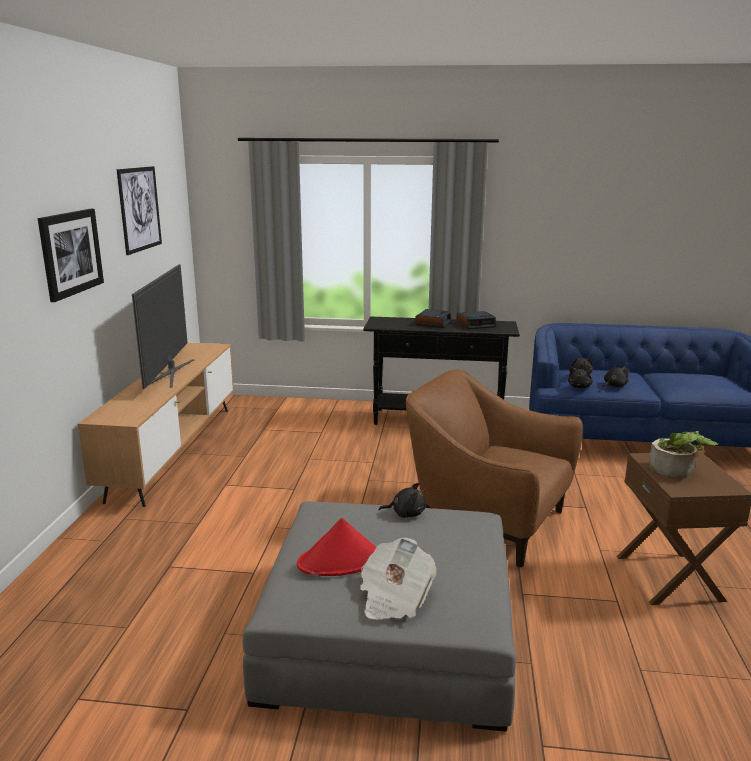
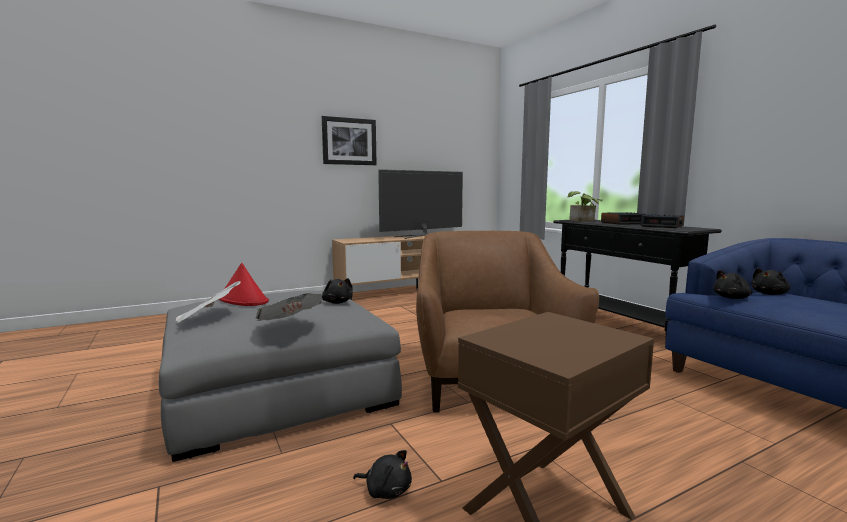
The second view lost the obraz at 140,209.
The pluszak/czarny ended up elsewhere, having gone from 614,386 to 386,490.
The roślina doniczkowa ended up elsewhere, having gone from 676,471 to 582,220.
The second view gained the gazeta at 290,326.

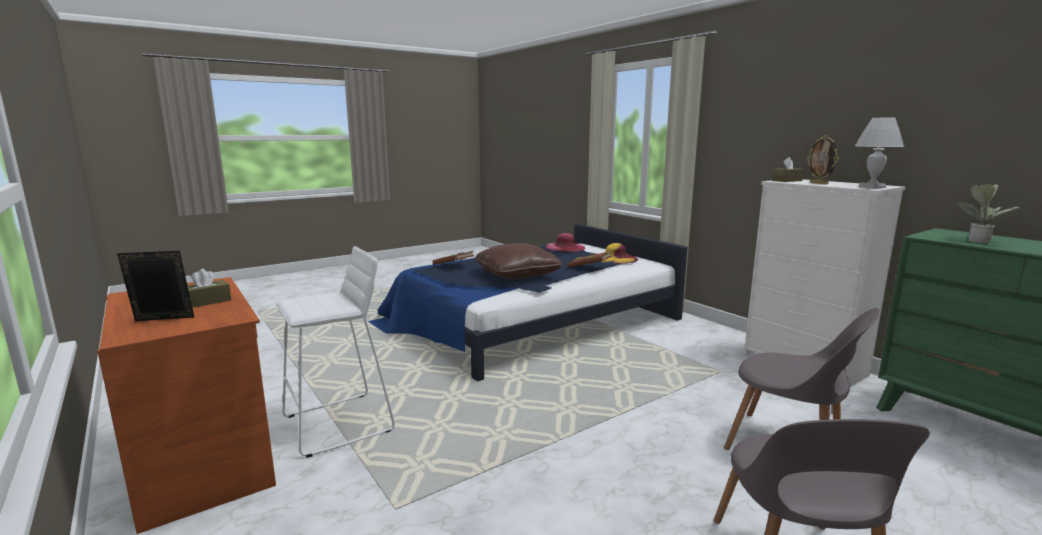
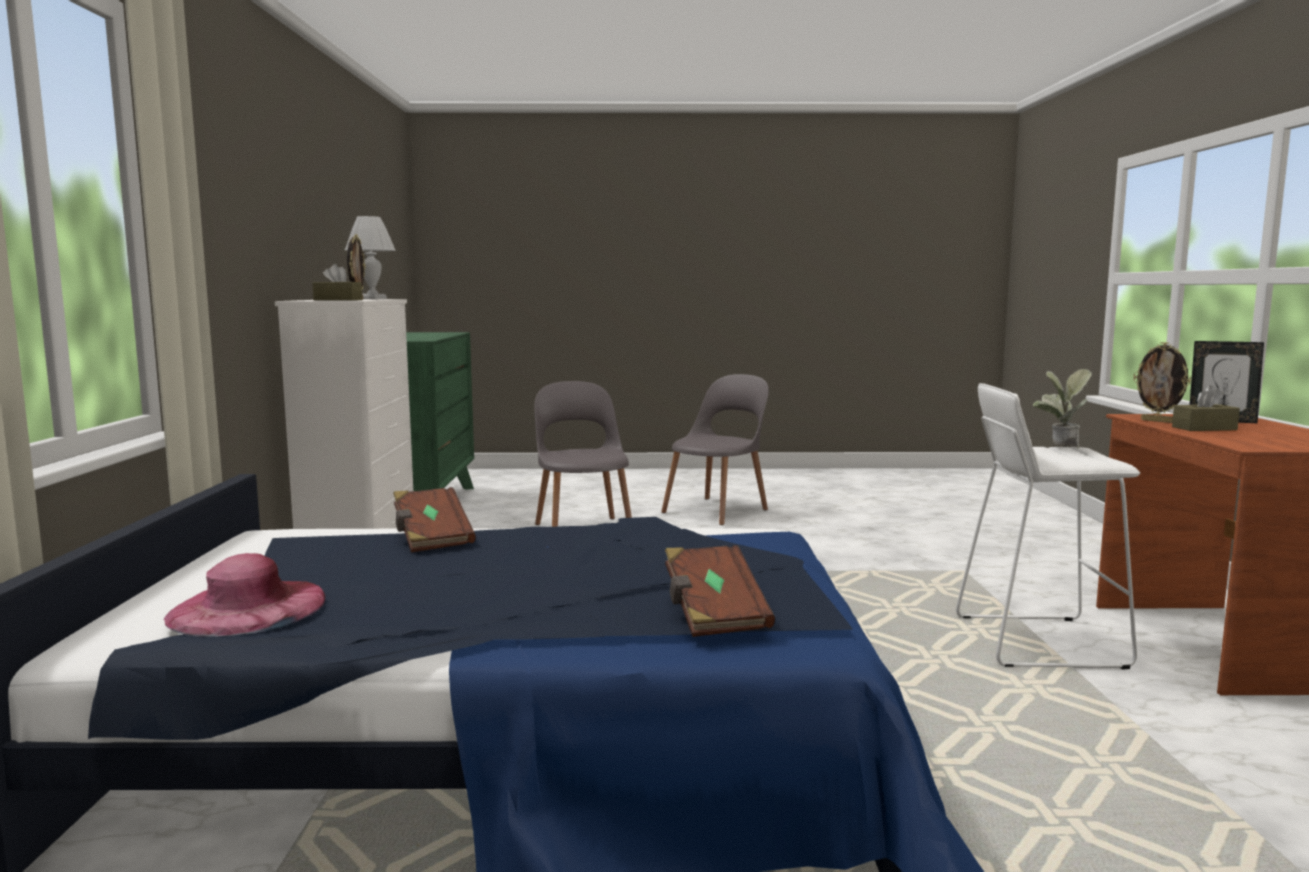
The second view lost the poduszka/brązowy at 517,275.
The second view lost the kapelusz/żółty at 615,258.
The roślina doniczkowa ended up elsewhere, having gone from 979,240 to 1059,448.
The second view gained the ramka na zdjęcie at 1158,421.

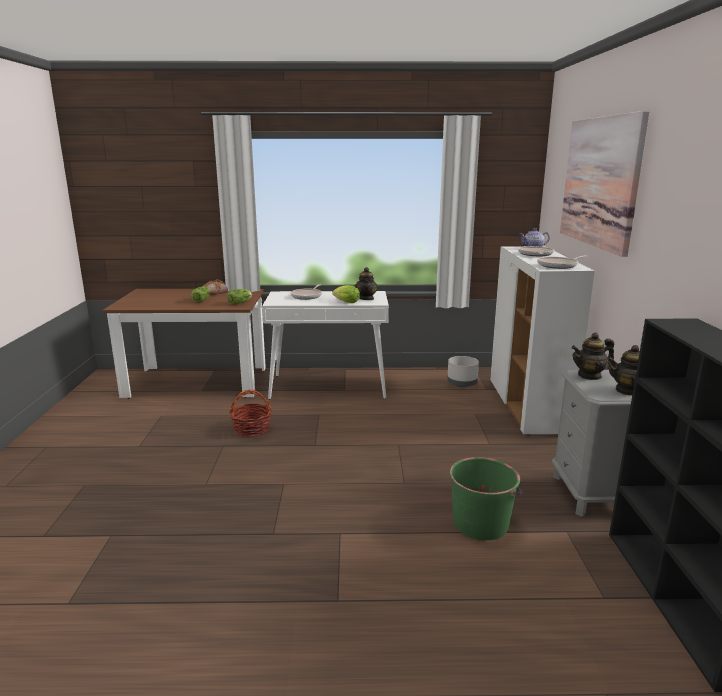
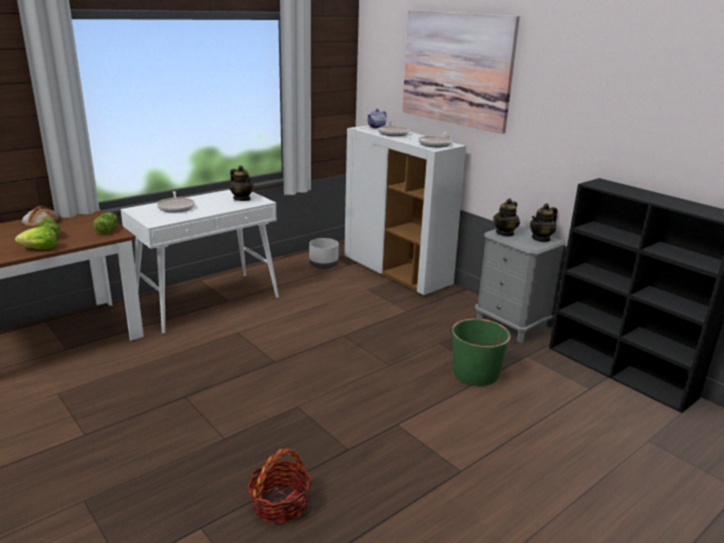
The koszyk ended up elsewhere, having gone from 252,429 to 280,504.
The sałata ended up elsewhere, having gone from 345,302 to 38,249.

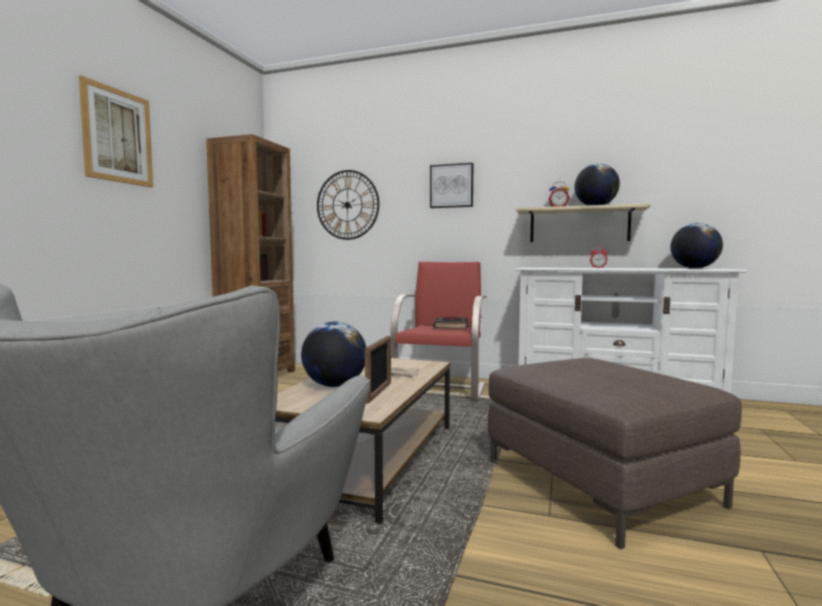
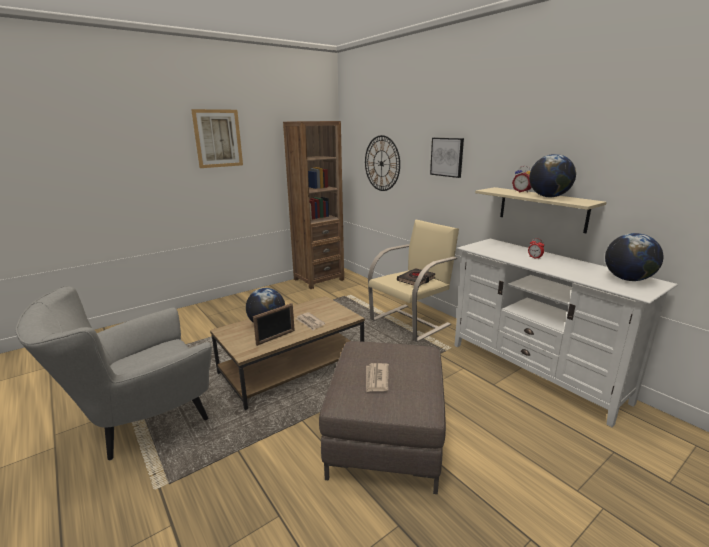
What was the fotel/czerwony at 441,389 turned into the fotel/beżowy at 411,322.
The second view gained the gazeta at 376,379.

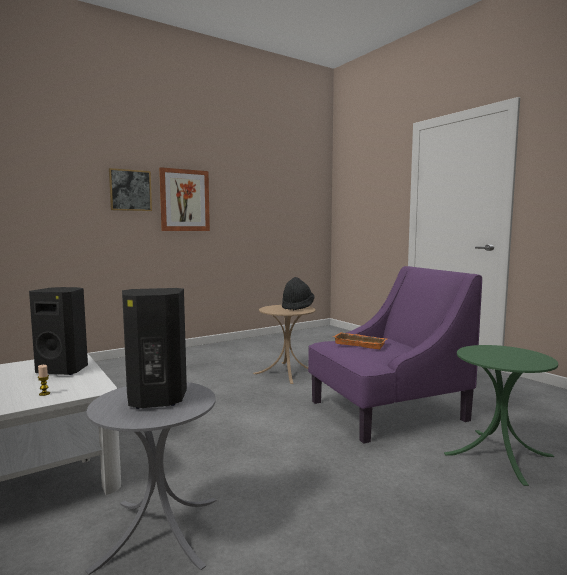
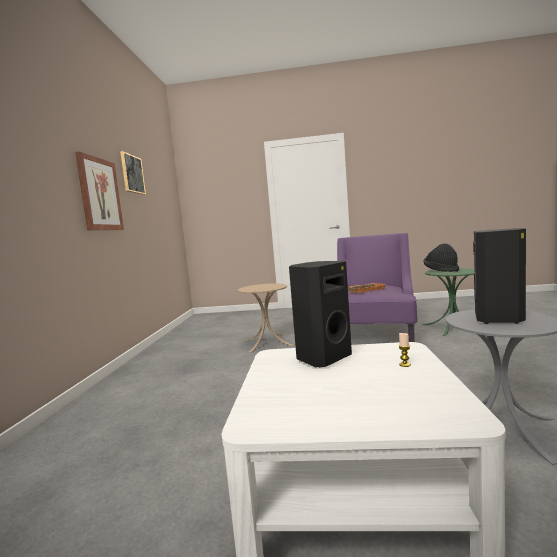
The obraz ended up elsewhere, having gone from 130,190 to 132,174.
The kapelusz/czarny ended up elsewhere, having gone from 297,307 to 441,270.

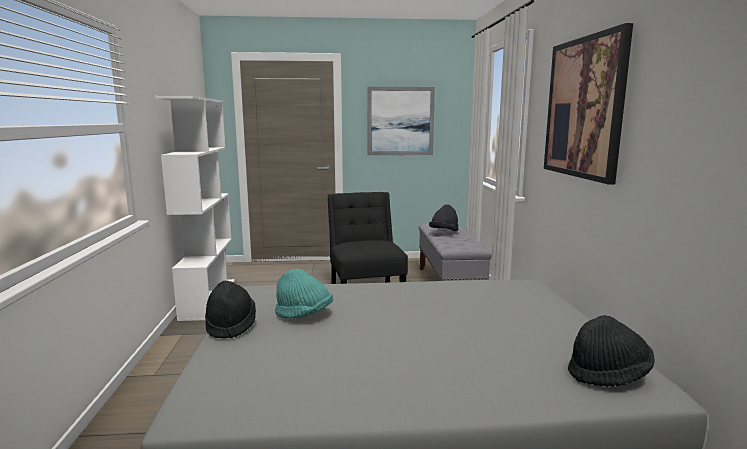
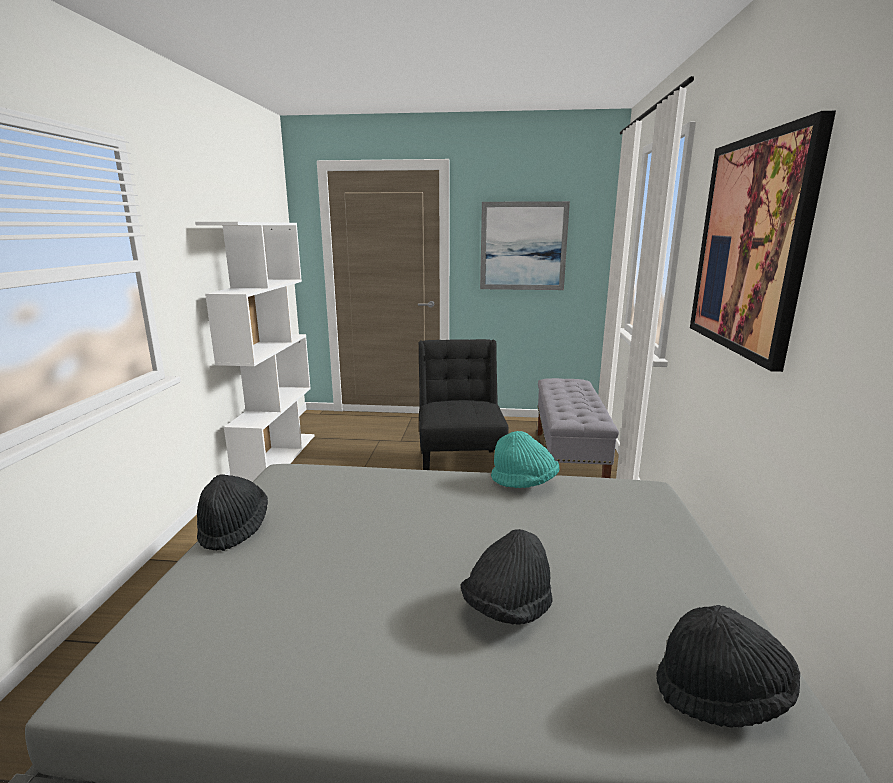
The kapelusz/turkusowy ended up elsewhere, having gone from 304,315 to 524,483.
The kapelusz/czarny ended up elsewhere, having gone from 444,232 to 507,608.

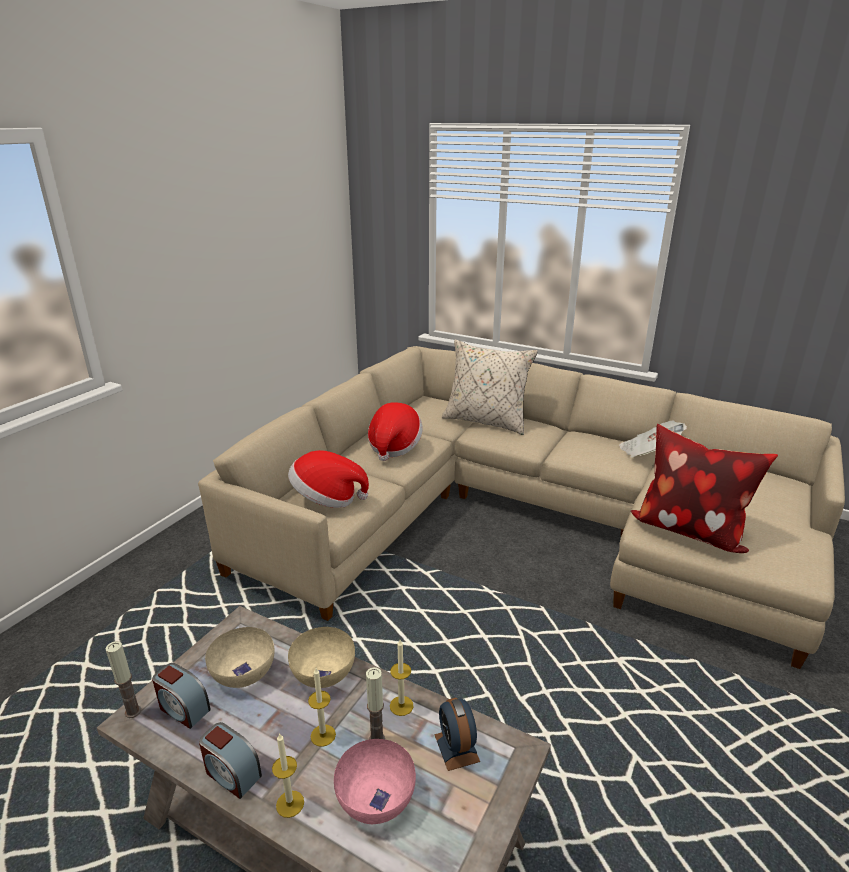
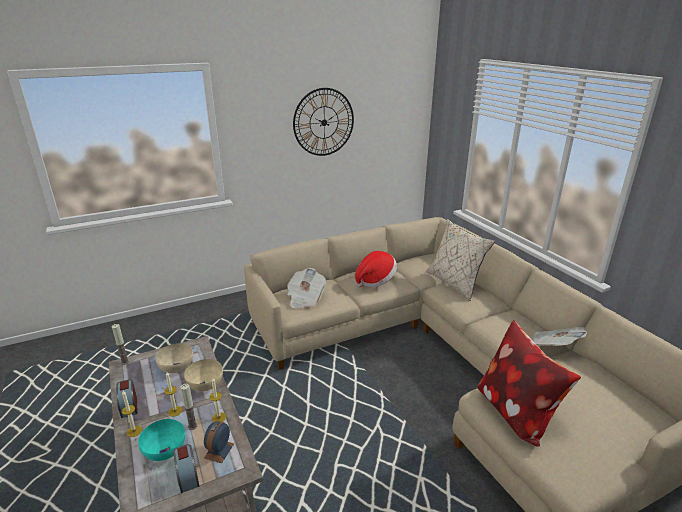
The budzik ended up elsewhere, having gone from 183,709 to 187,477.
Where the kapelusz stood at 327,499, the gazeta came to stand at 305,298.
What was the miska/różowy at 376,796 turned into the miska/turkusowy at 165,449.
The second view gained the zegar ścienny at 324,122.

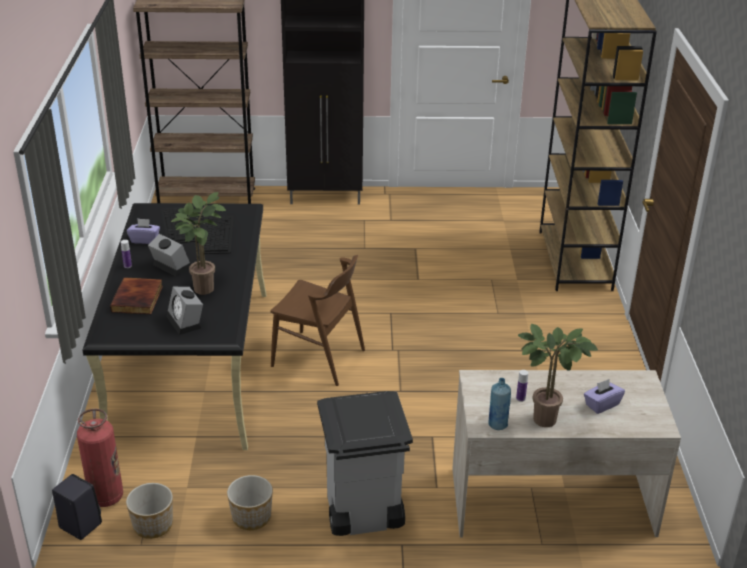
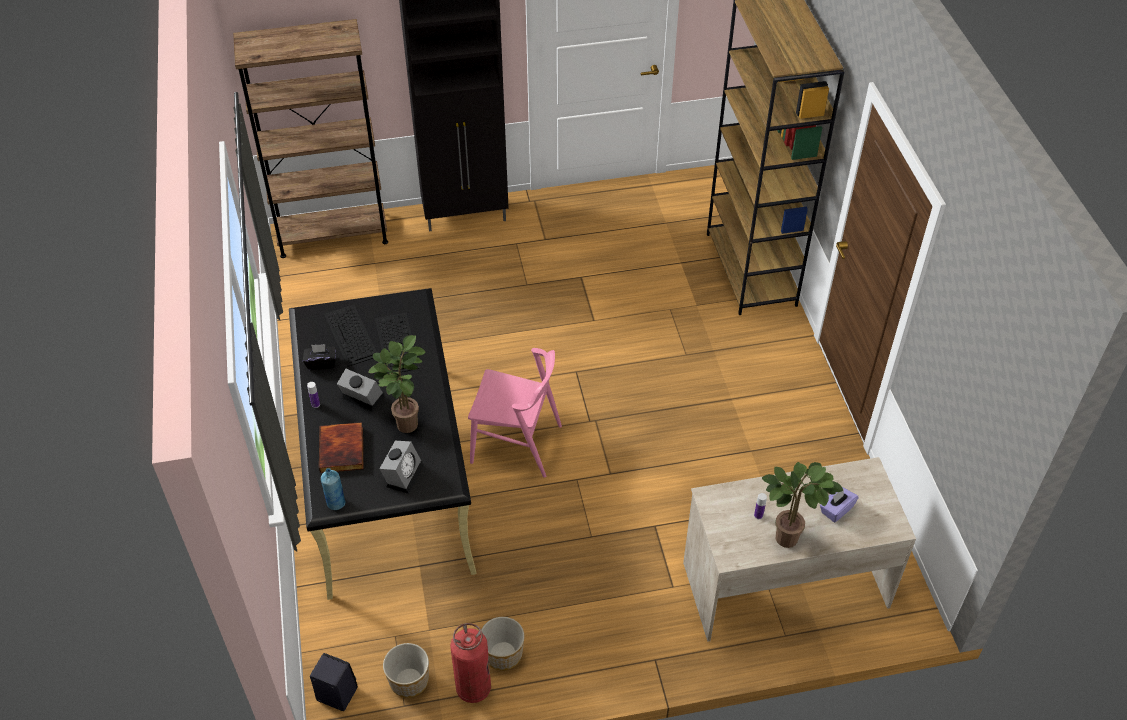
The gaśnica ended up elsewhere, having gone from 106,497 to 473,688.
What was the pudełko chusteczek/fioletowy at 145,240 turned into the pudełko chusteczek/czarny at 321,363.
The budzik at 186,322 ended up facing another way, 120 degrees counterclockwise from before.
What was the krzesło/brązowy at 318,358 turned into the krzesło/różowy at 516,444.
The second view lost the kosz na śmieci/szary at 362,514.
The butelka/niebieski ended up elsewhere, having gone from 497,424 to 336,503.

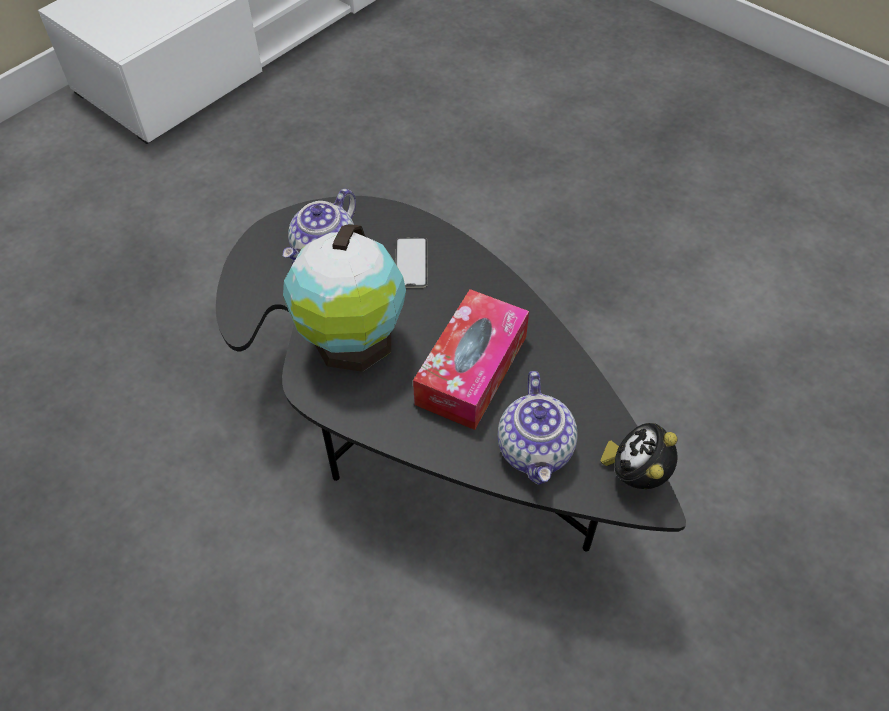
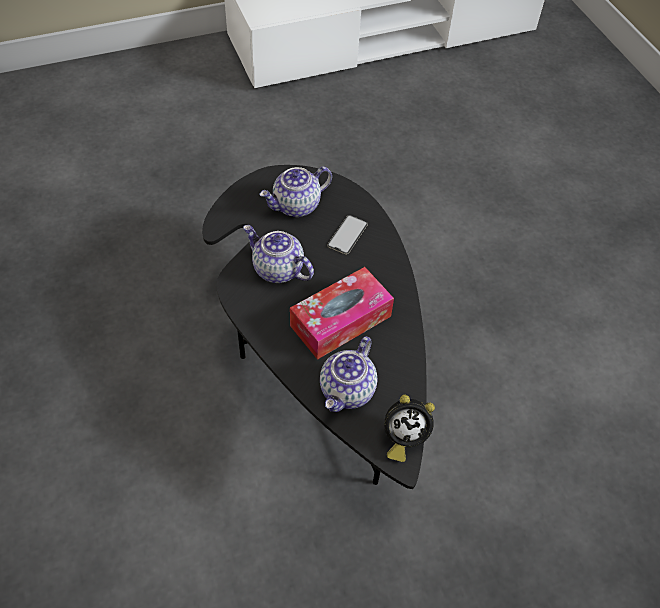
Where the globus stood at 353,343, the imbryk came to stand at 277,269.
The budzik at 635,474 ended up facing another way, 135 degrees counterclockwise from before.

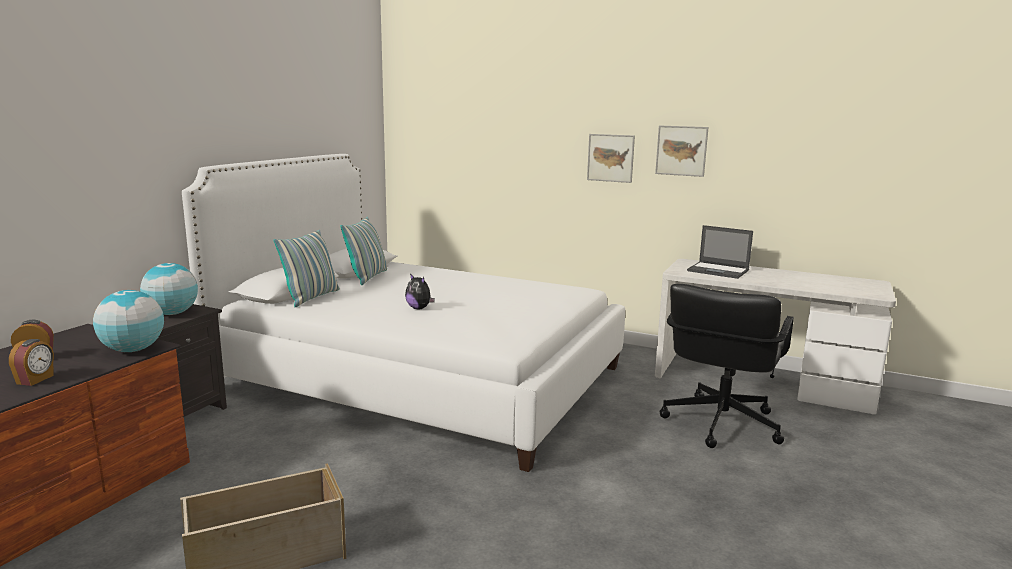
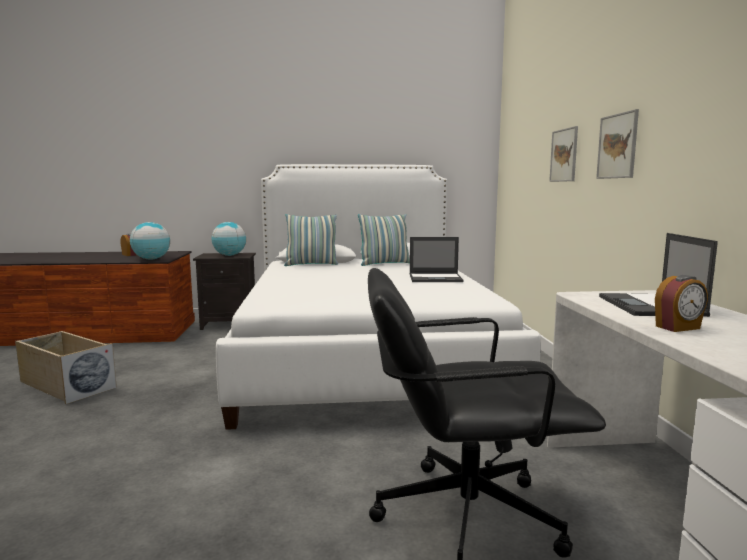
The budzik ended up elsewhere, having gone from 35,379 to 678,328.
The second view lost the pluszak at 419,308.
The obraz ended up elsewhere, having gone from 681,150 to 564,155.
The second view gained the laptop at 436,278.

